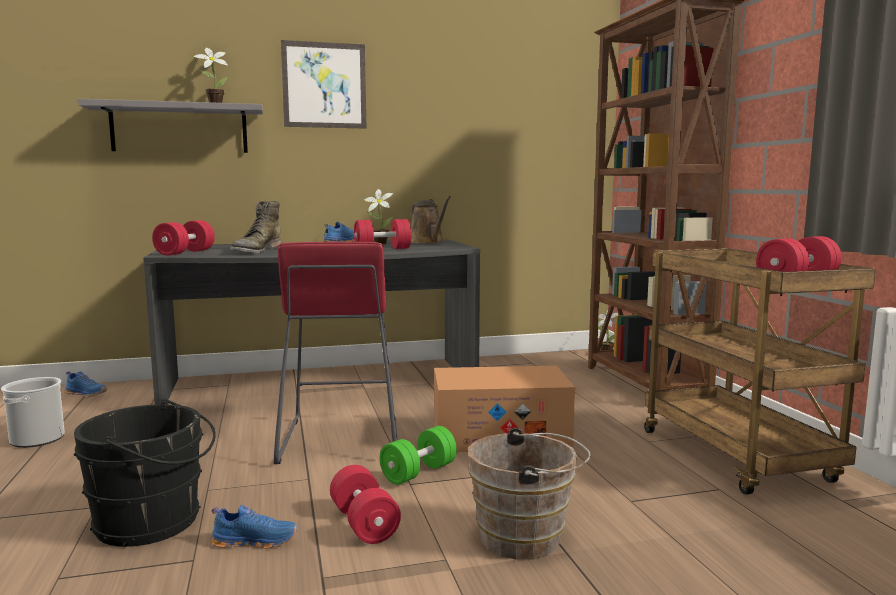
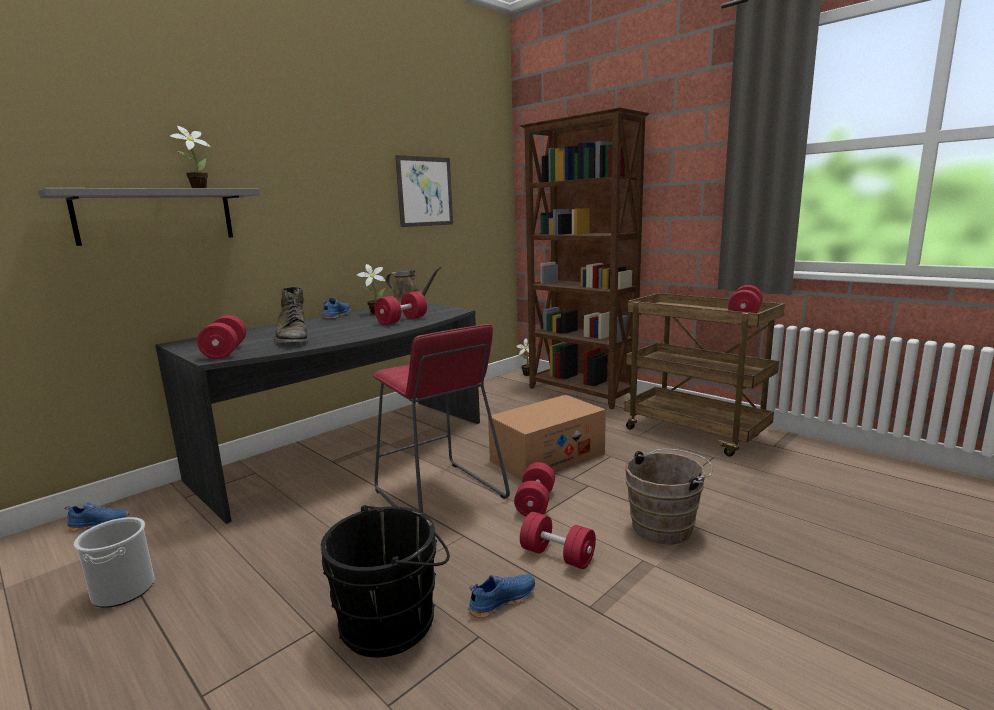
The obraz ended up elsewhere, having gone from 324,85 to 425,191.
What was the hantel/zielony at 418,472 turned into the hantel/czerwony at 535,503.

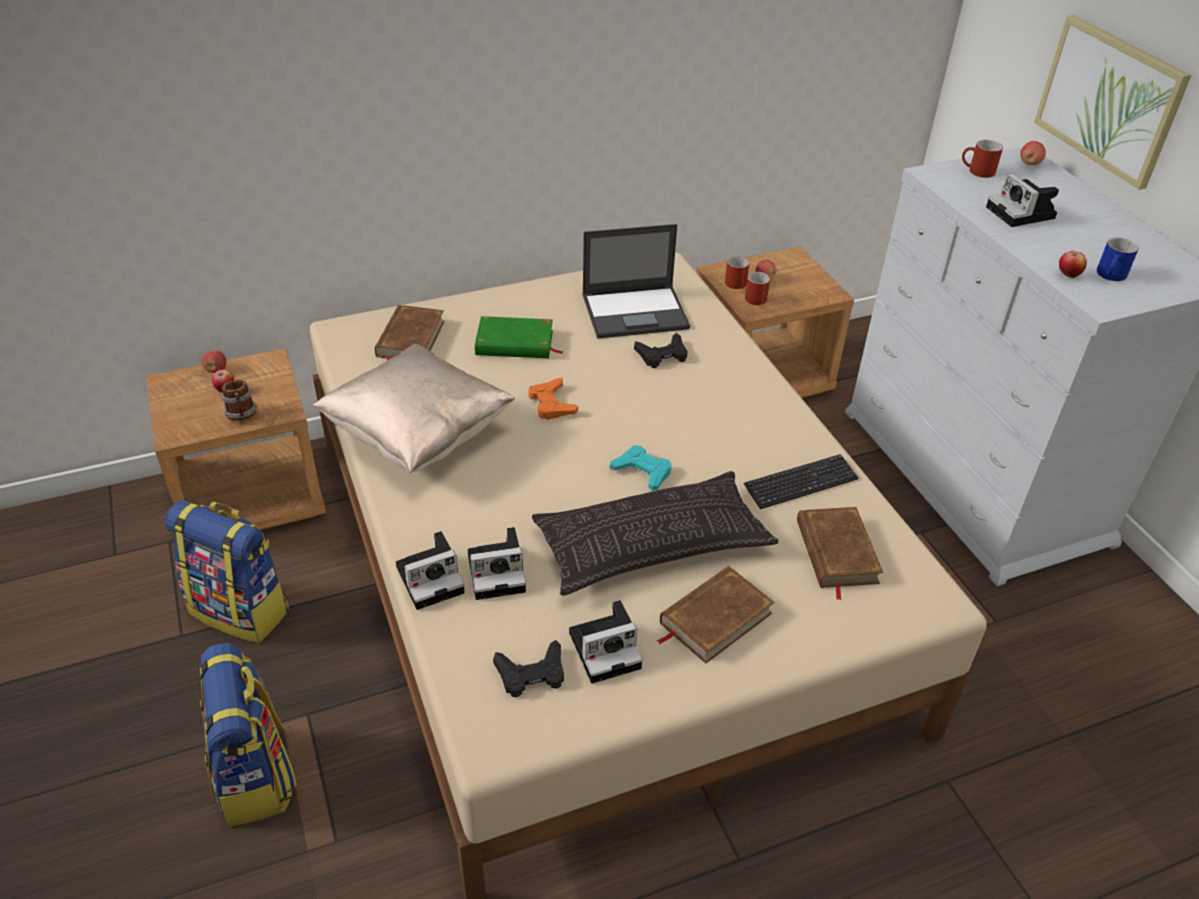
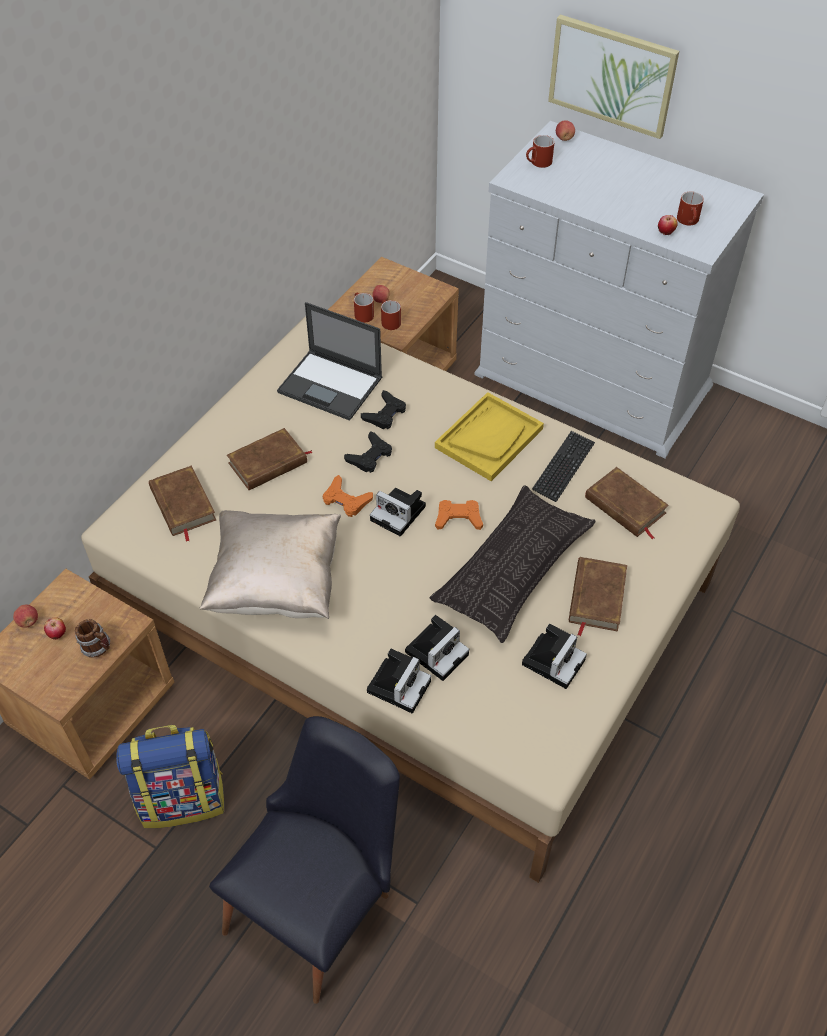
Where the plecak stood at 256,776, the krzesło/czarny came to stand at 320,902.
What was the książka/zielony at 515,343 turned into the książka/brązowy at 268,463.
The pad do gier/czarny ended up elsewhere, having gone from 531,674 to 370,456.
The laptop at 636,312 ended up facing another way, 75 degrees clockwise from before.
What was the pad do gier/turkusowy at 642,472 turned into the pad do gier/pomarańczowy at 458,518.
The aparat fotograficzny ended up elsewhere, having gone from 1022,213 to 400,514.
What was the kubek/niebieski at 1111,276 turned into the kubek/czerwony at 689,221.
The second view gained the taca/żółty at 489,438.

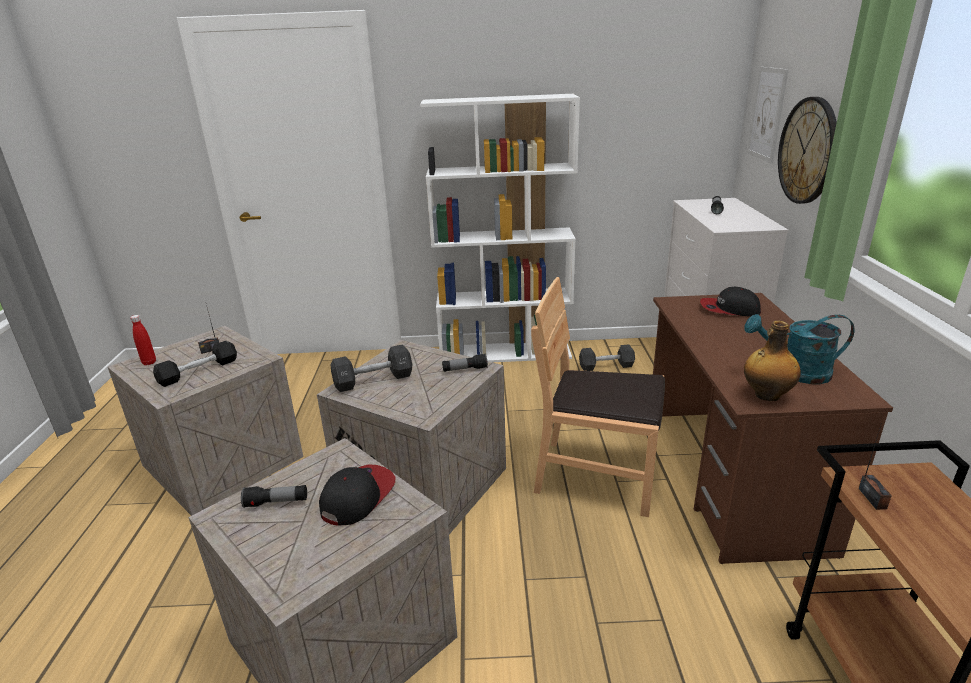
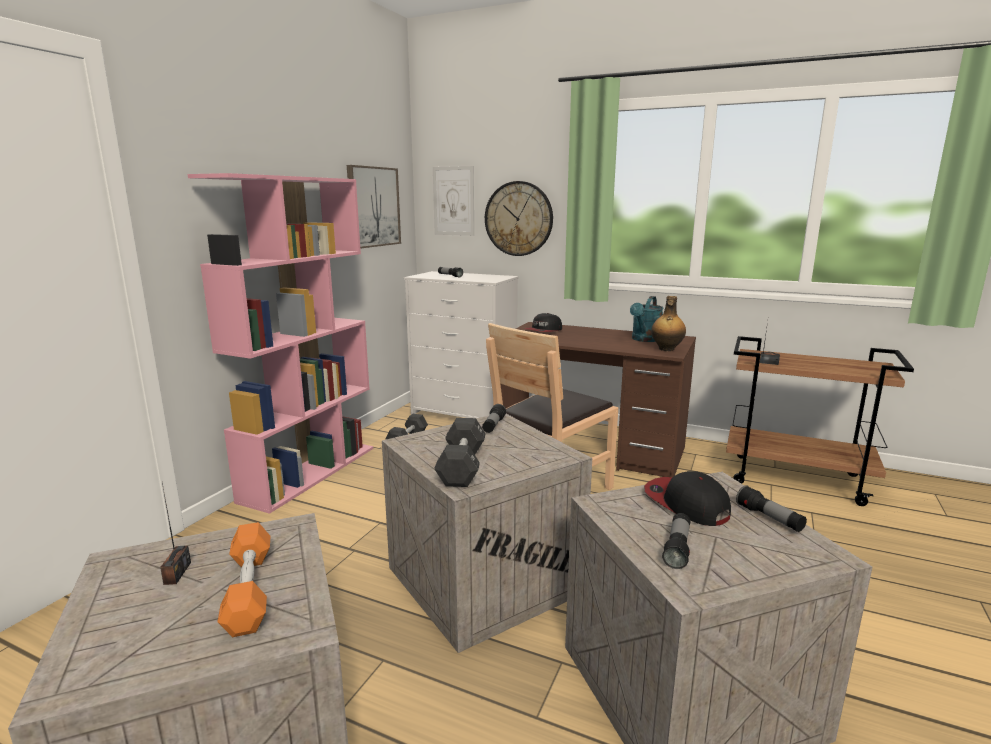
The second view lost the butelka/czerwony at 149,362.
What was the hantel/czarny at 198,371 turned into the hantel/pomarańczowy at 249,590.
What was the regał/biały at 505,352 turned into the regał/różowy at 310,472.
The second view gained the obraz at 373,207.
The second view gained the latarka at 769,518.

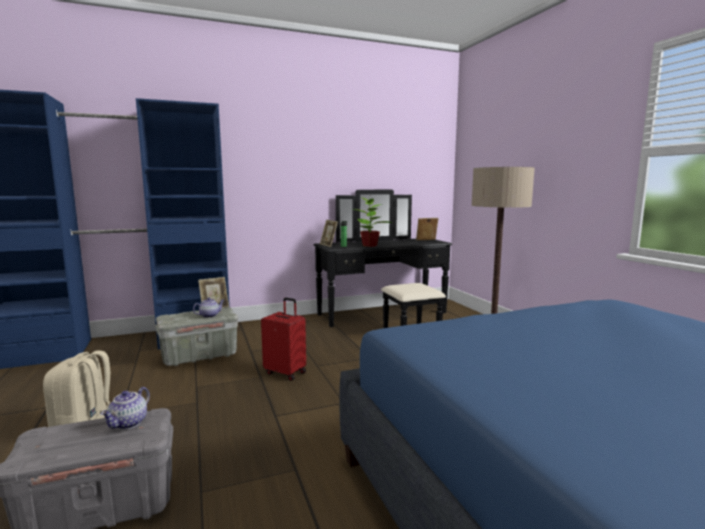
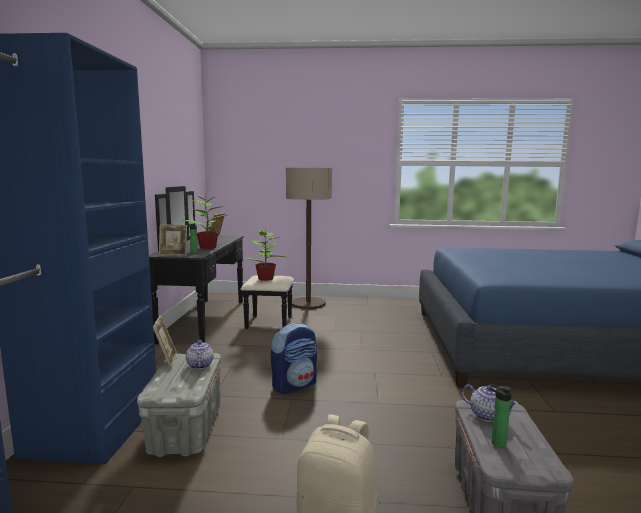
Where the walizka/czerwony stood at 286,372, the plecak came to stand at 295,385.
The second view gained the roślina doniczkowa at 265,279.
The second view gained the butelka at 496,443.

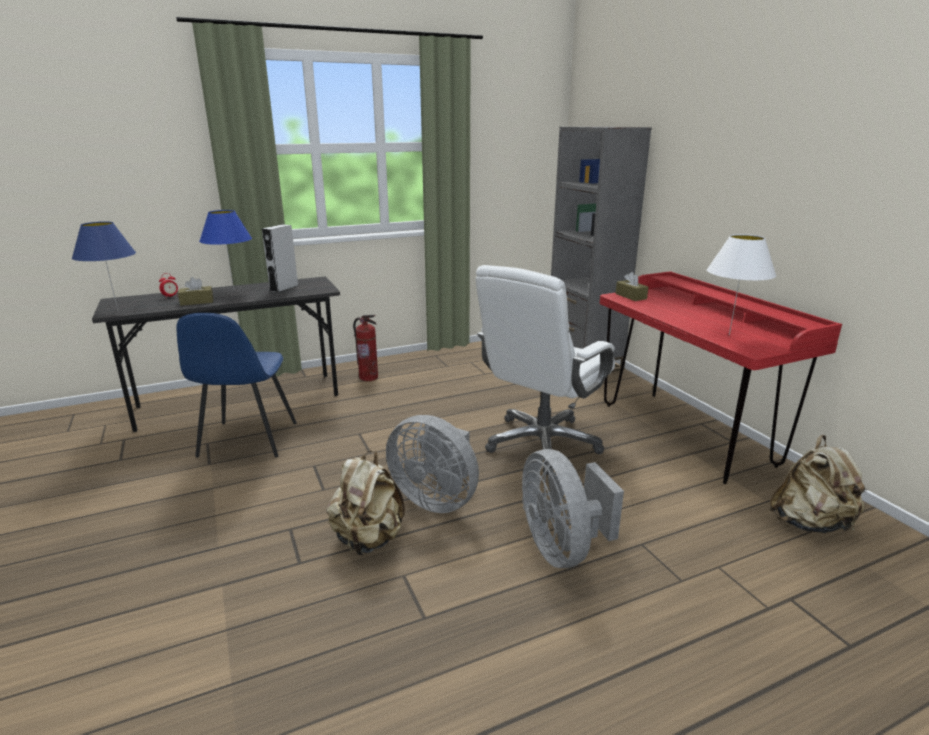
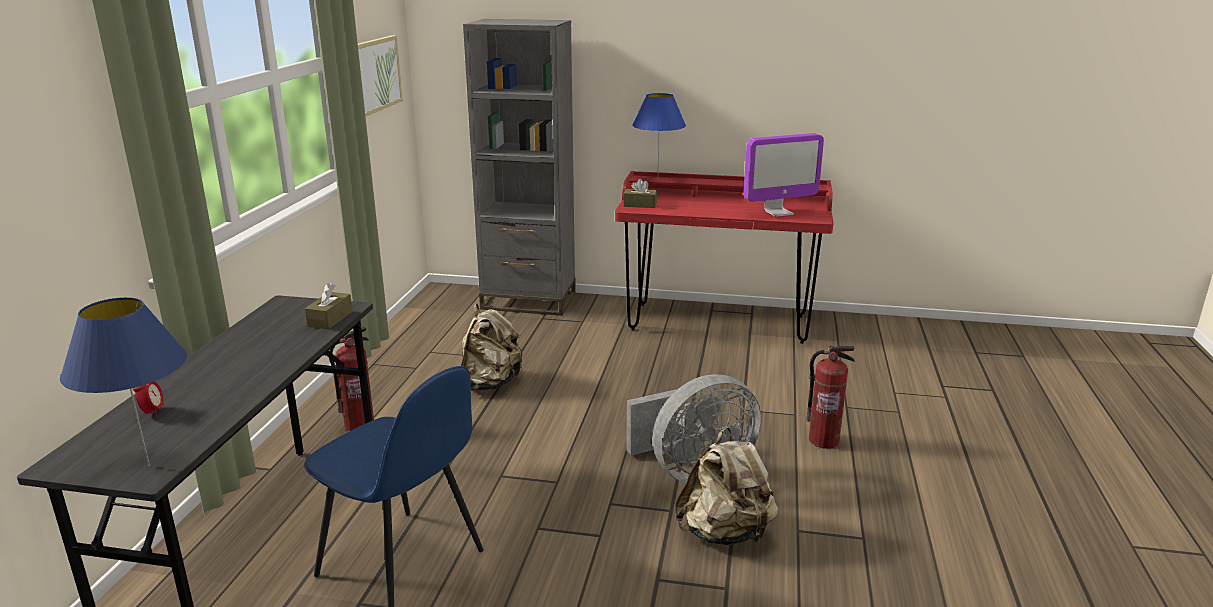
The pudełko chusteczek/brązowy ended up elsewhere, having gone from 197,302 to 330,319.
The lampa stołowa/niebieski ended up elsewhere, having gone from 233,289 to 657,180.
The second view lost the głośnik/szary at 284,288.
The second view lost the krzesło biurowe/biały at 542,443.
Where the wentylator/szary stood at 562,548, the gaśnica came to stand at 824,440.
Where the lampa stołowa/biały stood at 729,335, the monitor came to stand at 778,212.
The plecak/beżowy ended up elsewhere, having gone from 810,523 to 490,384.
The second view gained the obraz at 375,74.

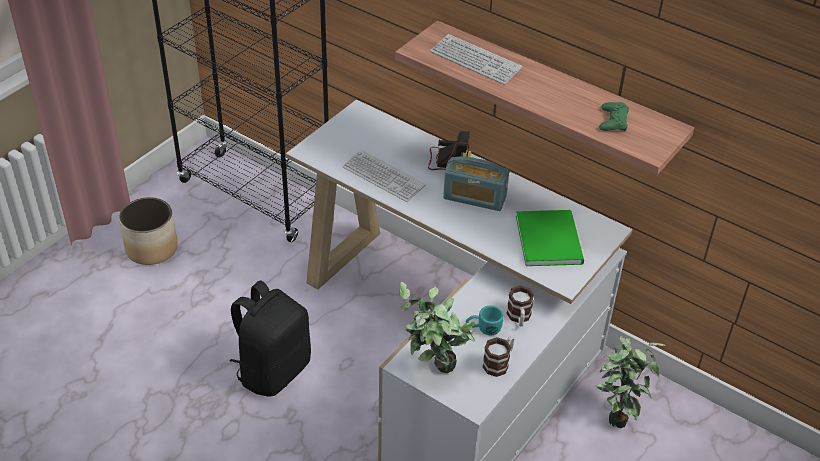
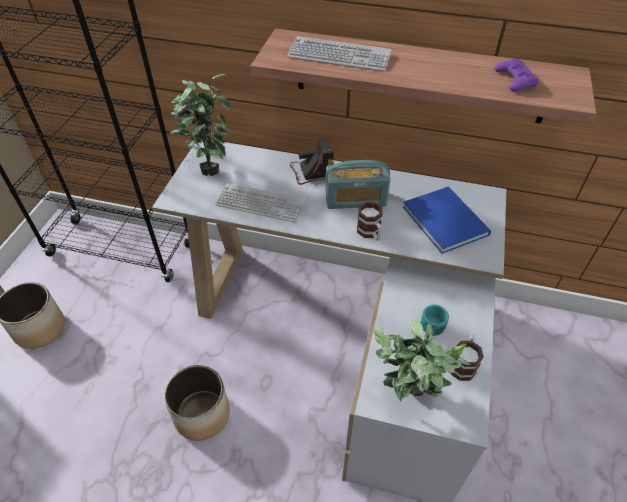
Where the plecak/czarny stood at 273,370, the donica came to stand at 202,414.
The kubek ended up elsewhere, having gone from 519,318 to 370,233.
What was the książka/zielony at 550,238 turned into the książka/niebieski at 445,218.
The roślina doniczkowa ended up elsewhere, having gone from 617,413 to 210,166.
What was the pad do gier/zielony at 613,121 turned into the pad do gier/fioletowy at 514,80.

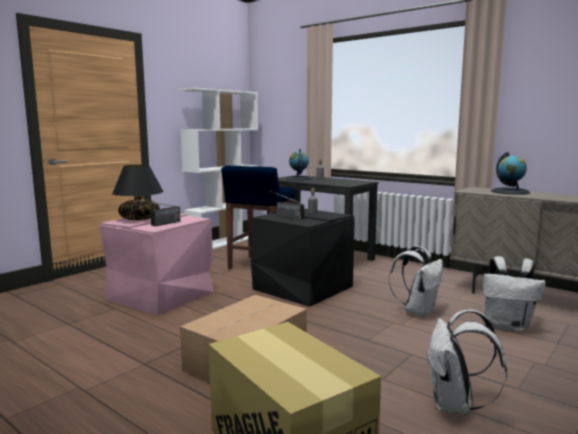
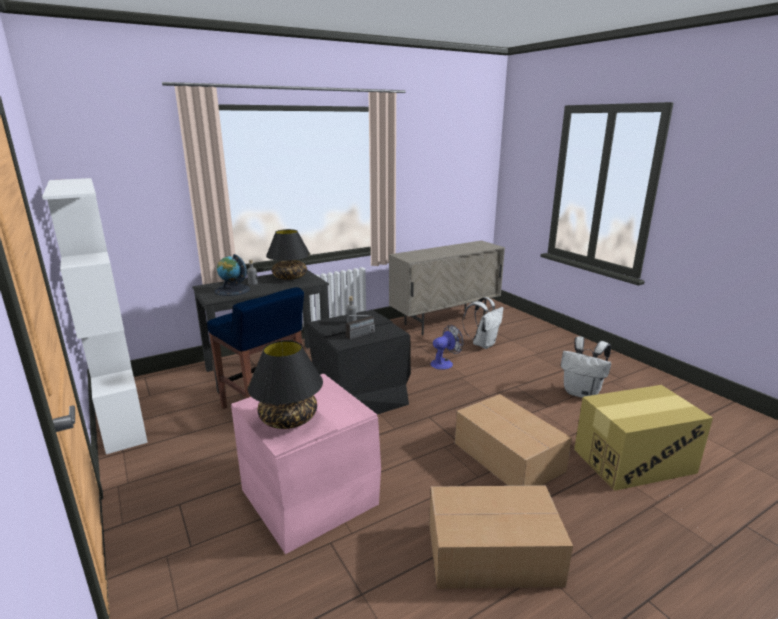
The second view lost the radio at 159,225.
Where the plecak/biały stood at 418,311, the wentylator came to stand at 445,363.
The second view lost the globus at 510,192.
The second view gained the lampa stołowa/czarny at 290,277.
The second view gained the karton at 494,554.

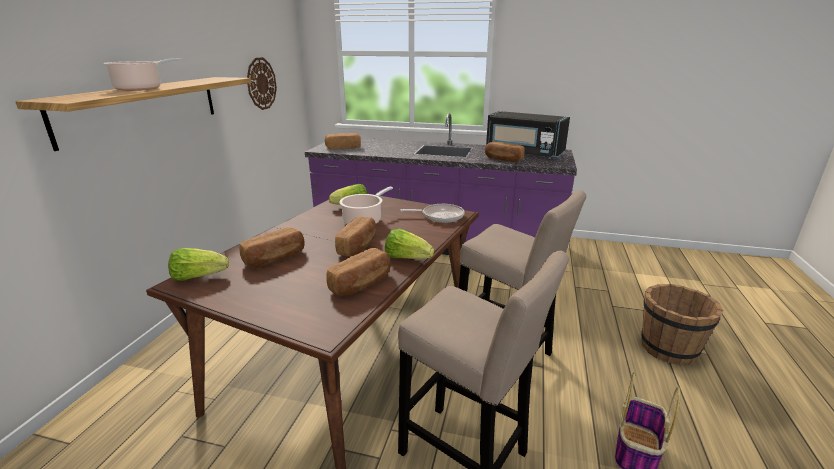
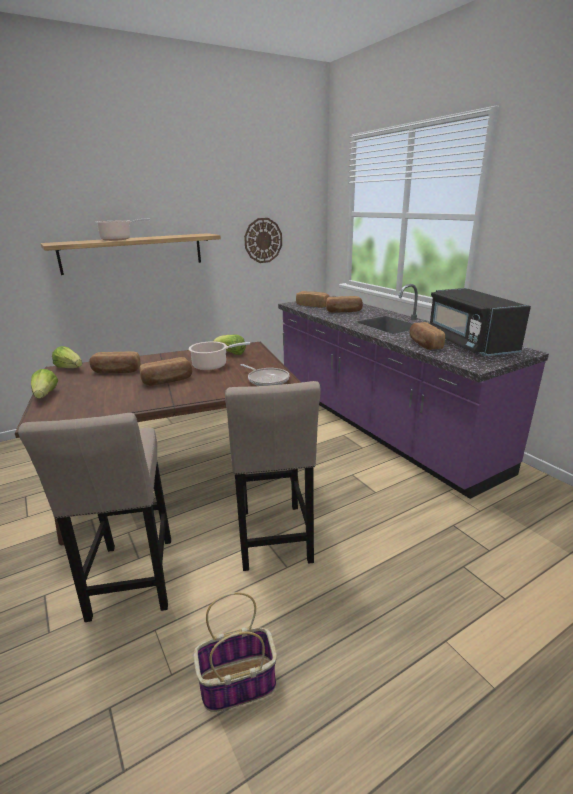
The chleb ended up elsewhere, having gone from 361,283 to 343,311.
The sałata ended up elsewhere, having gone from 407,258 to 46,395.
The second view lost the wiadro/brązowy at 668,348.

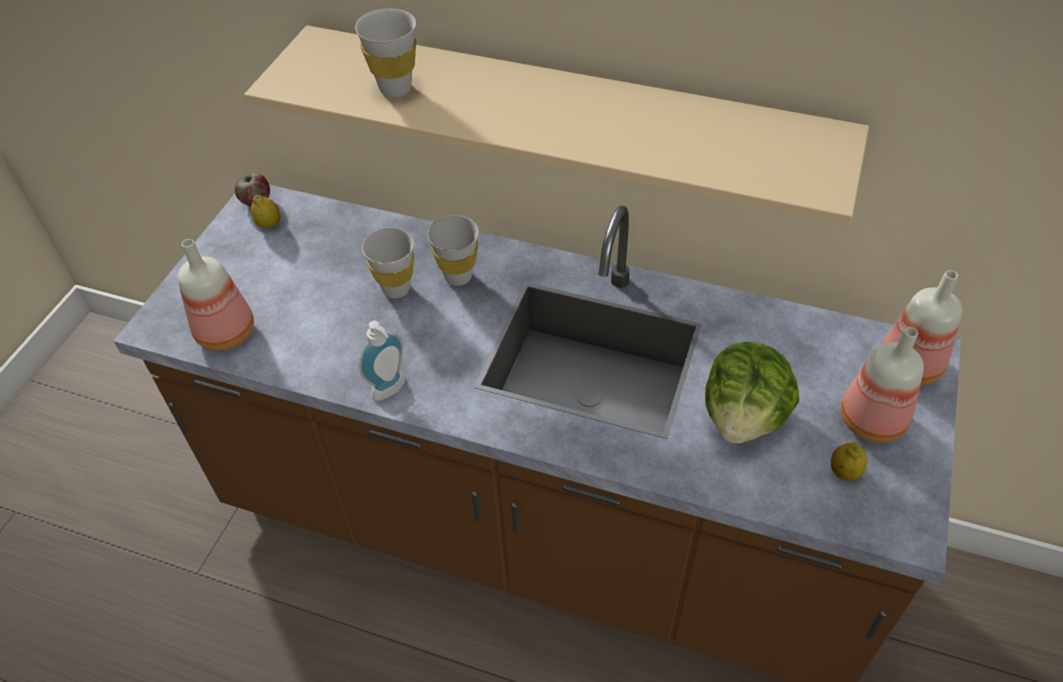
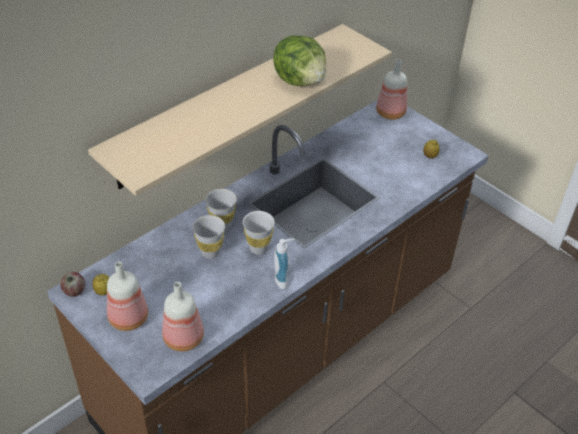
The filiżanka/biały ended up elsewhere, having gone from 395,88 to 258,248.
The sałata ended up elsewhere, having gone from 744,417 to 300,80.
The butelka ended up elsewhere, having gone from 871,419 to 127,318.

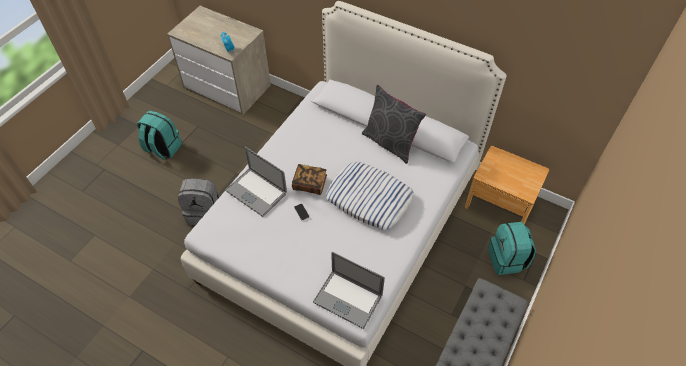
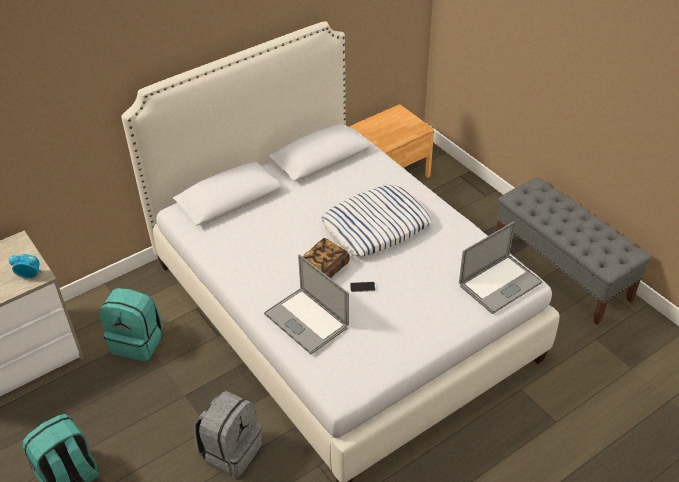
The laptop at 256,192 ended up facing another way, 75 degrees clockwise from before.
The second view lost the poduszka/szary at 390,142.
The plecak/turkusowy ended up elsewhere, having gone from 507,259 to 138,342.

